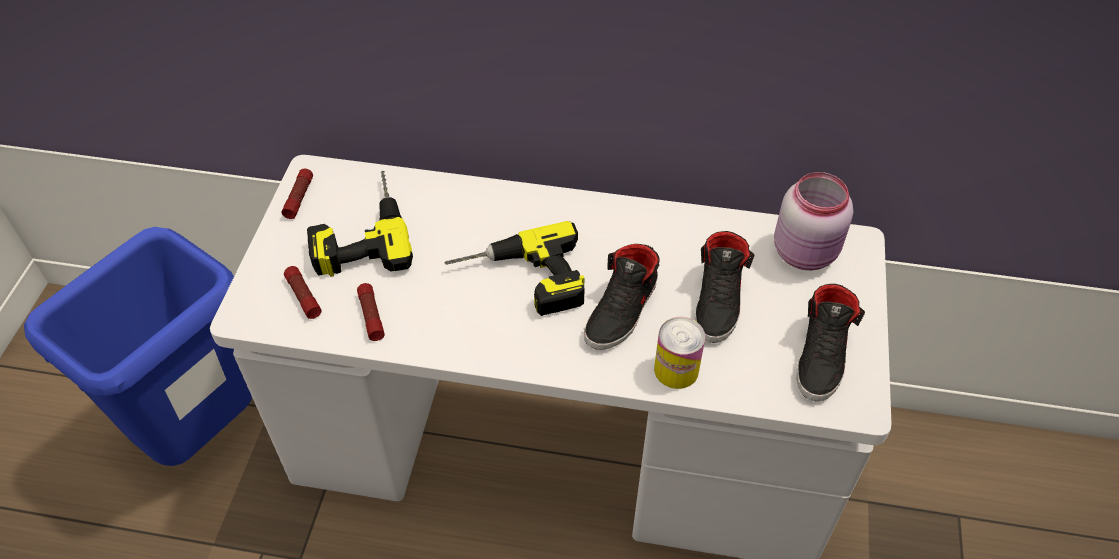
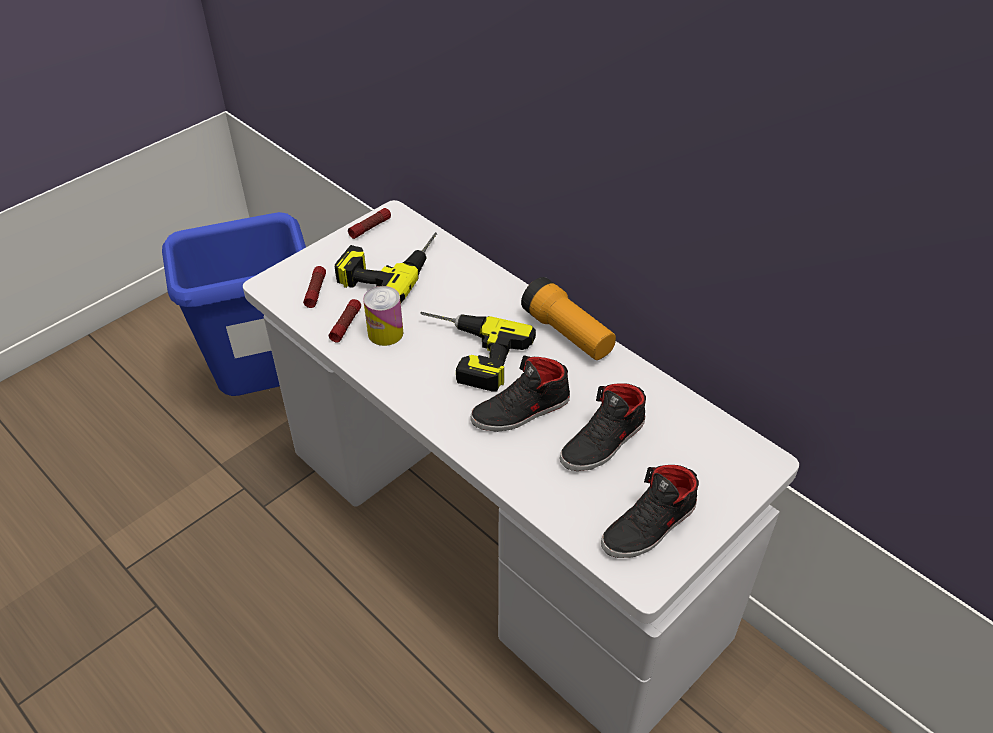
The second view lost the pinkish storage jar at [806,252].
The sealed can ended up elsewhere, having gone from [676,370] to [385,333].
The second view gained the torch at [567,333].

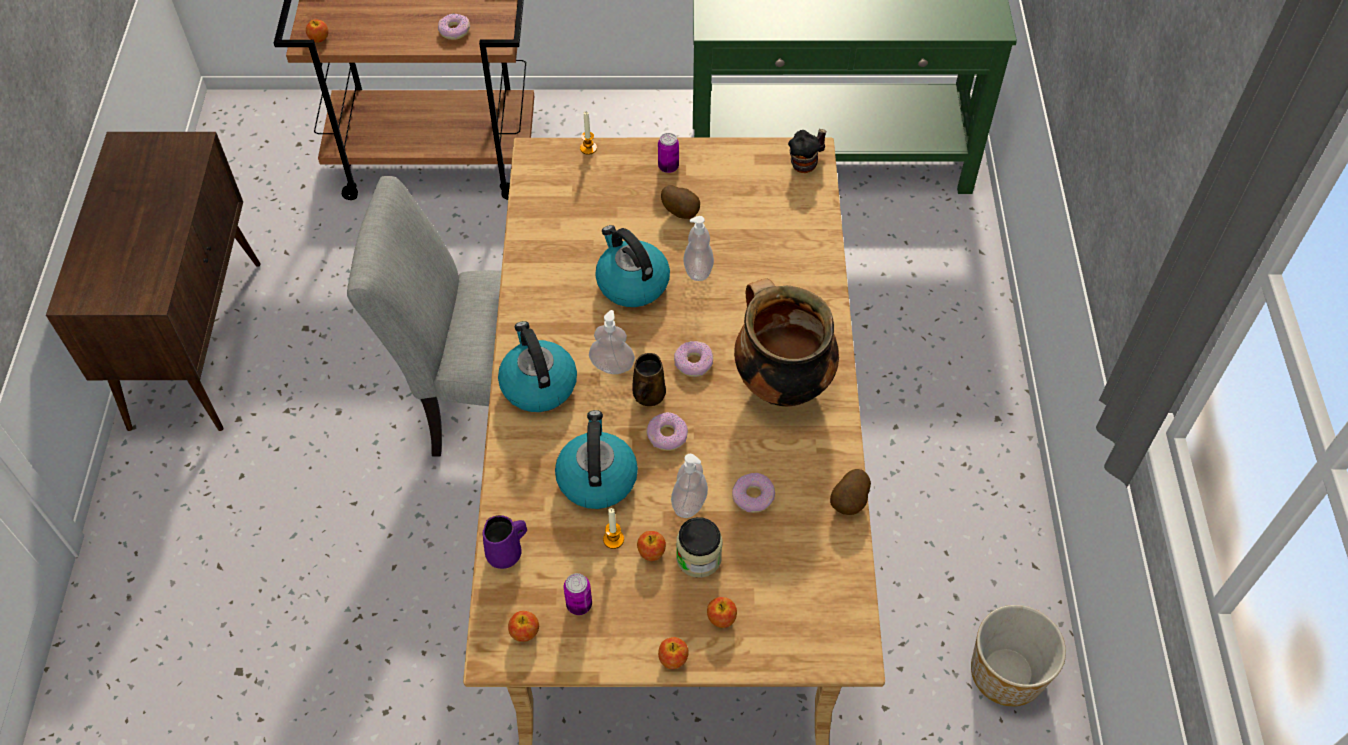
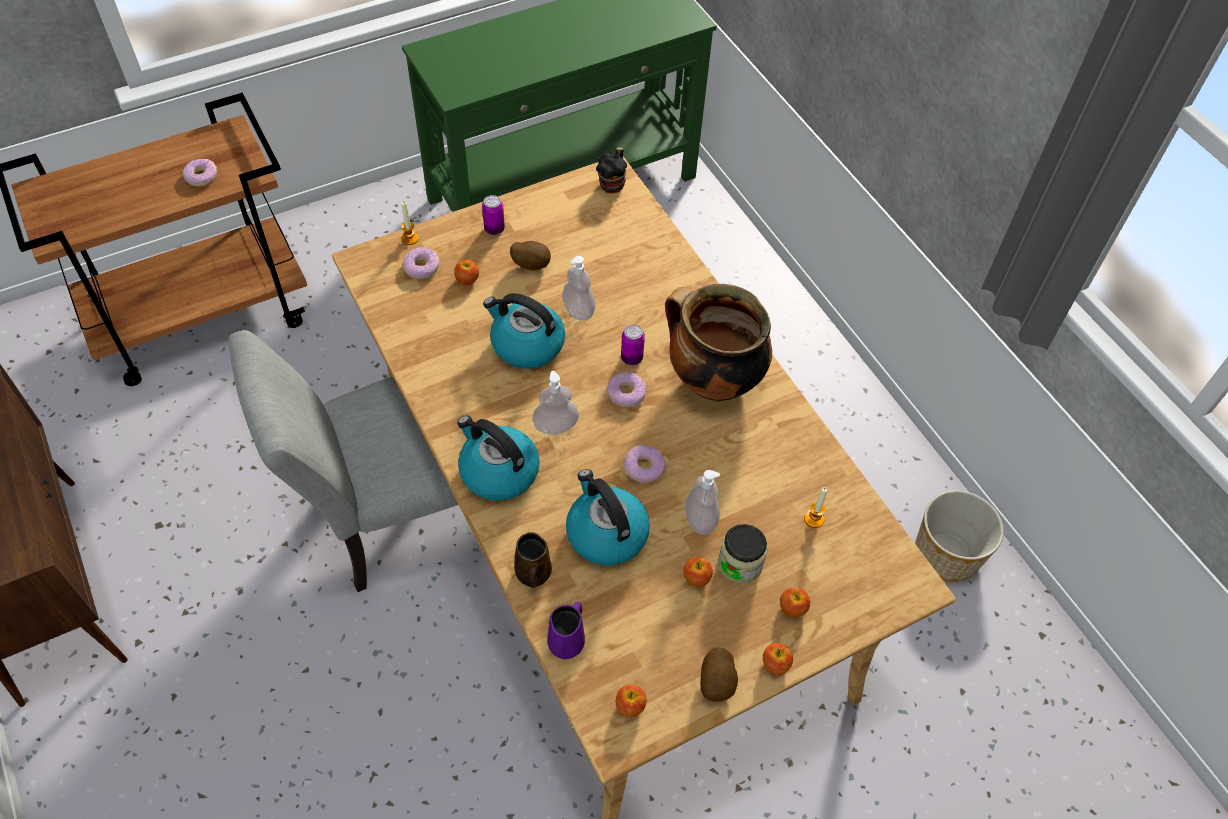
The apple ended up elsewhere, having gone from [319,38] to [467,280].
The brown mug ended up elsewhere, having gone from [648,396] to [533,575].
The whole potato ended up elsewhere, having gone from [849,503] to [717,683].
The donut ended up elsewhere, having gone from [753,496] to [422,267].
The candle ended up elsewhere, having gone from [613,539] to [814,519].
The sealed can ended up elsewhere, having gone from [579,604] to [631,358].

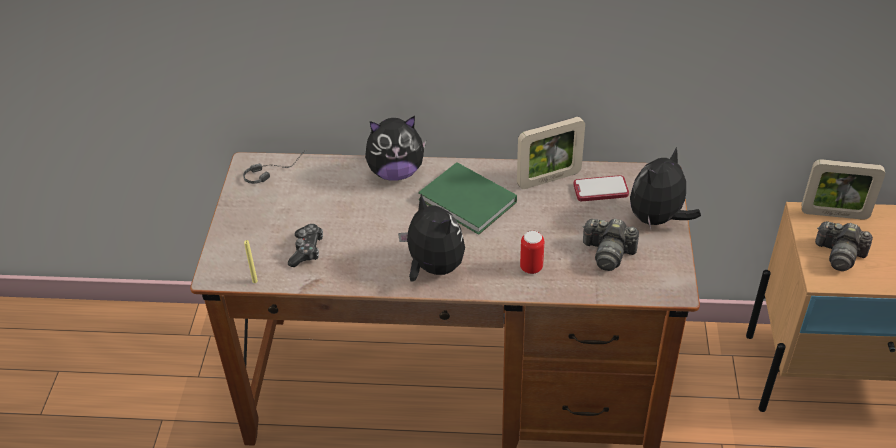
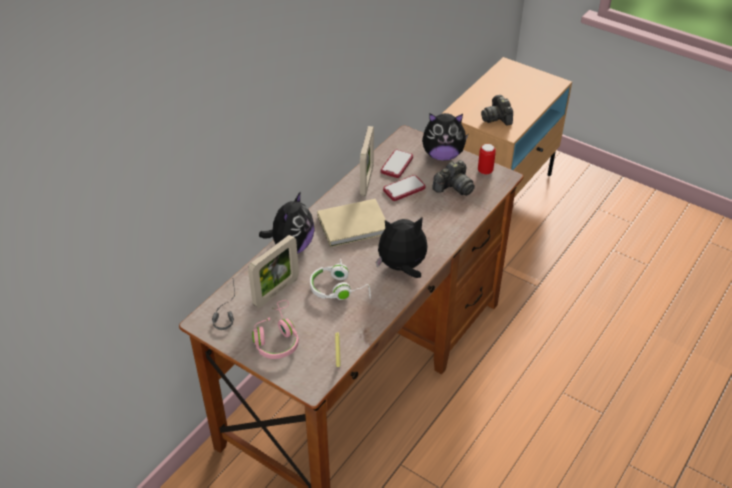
The cuddly toy at [658,219] ended up facing another way, 75 degrees counterclockwise from before.
The standing frame ended up elsewhere, having gone from [834,214] to [276,291].
What was the green-coloured bound book at [468,202] turned into the beige-coloured bound book at [355,225].
The still camera at [839,255] ended up facing another way, 105 degrees clockwise from before.
The second view lost the gamepad at [307,250].
The sealed can ended up elsewhere, having gone from [531,267] to [485,171].
The second view gained the phone at [404,189].
The second view gained the white-coloured headset at [339,289].
The second view gained the pinkish headset at [276,338].

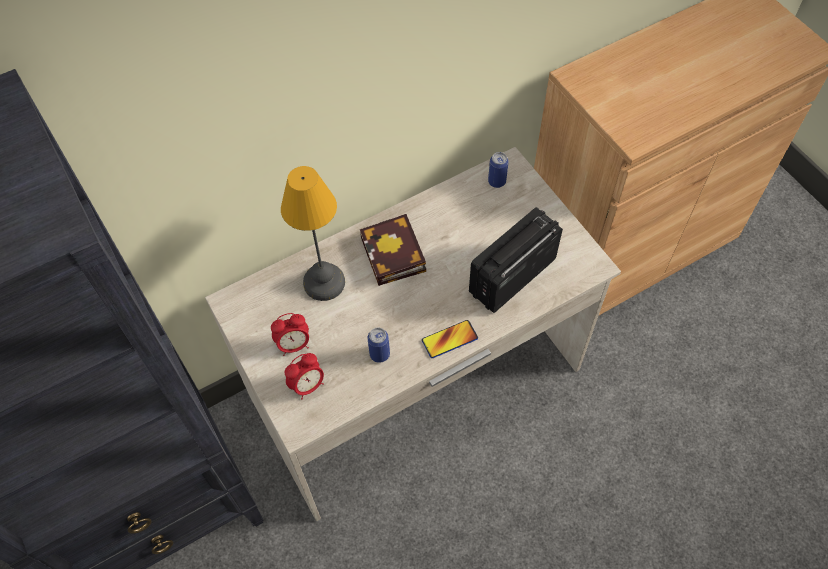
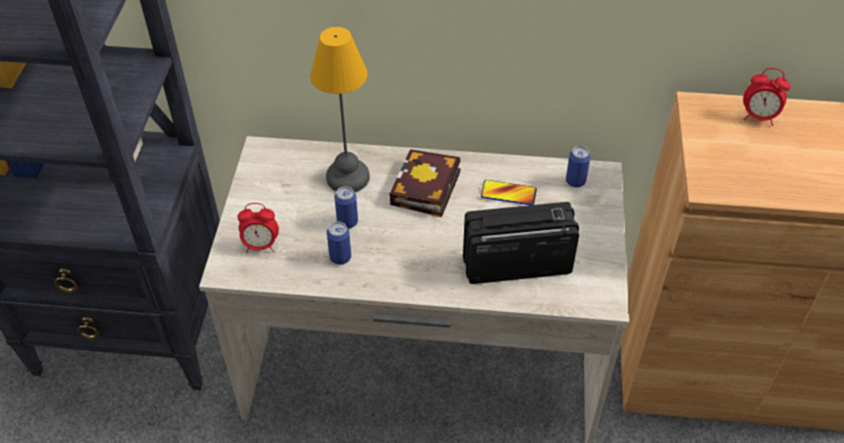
The bedside clock ended up elsewhere, having gone from [294,345] to [758,117].
The phone ended up elsewhere, having gone from [449,339] to [508,193].
The second view gained the sealed can at [347,222].

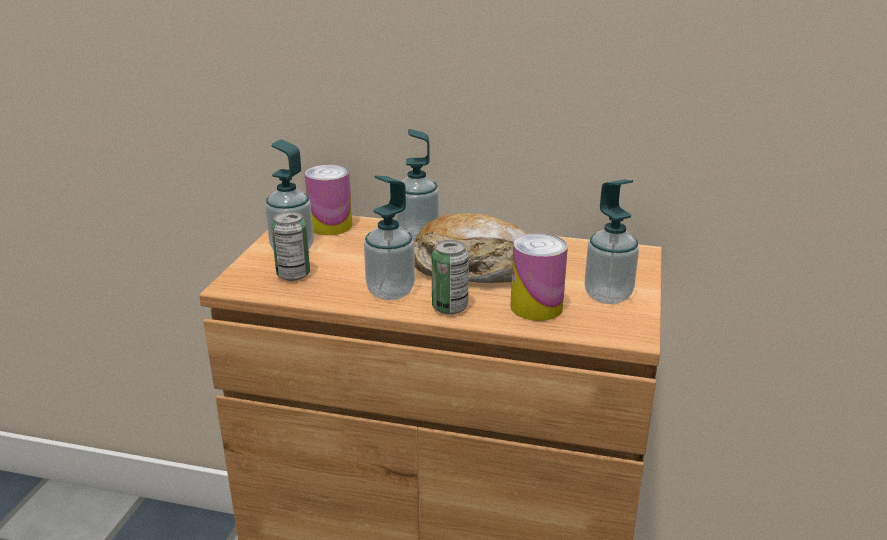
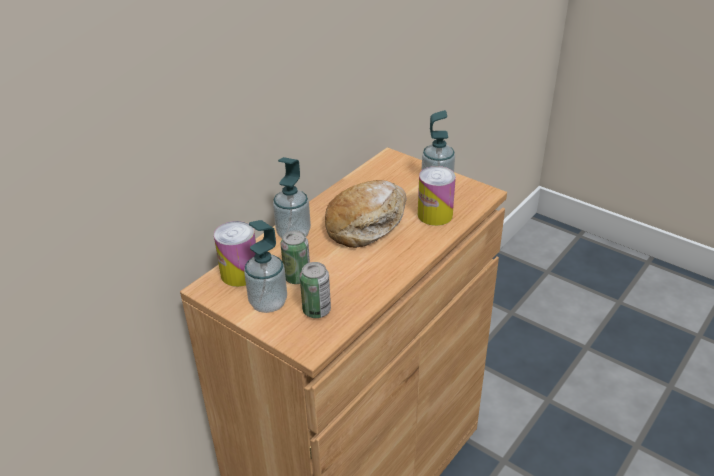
The second view lost the liquid soap bottle at [390,292].
The sealed can ended up elsewhere, having gone from [450,307] to [297,277].

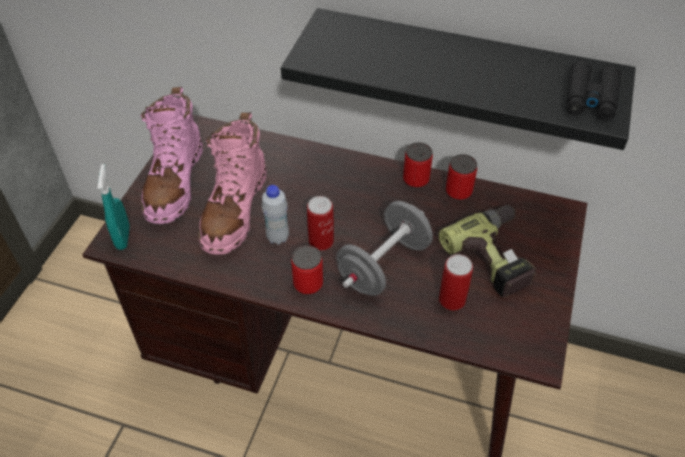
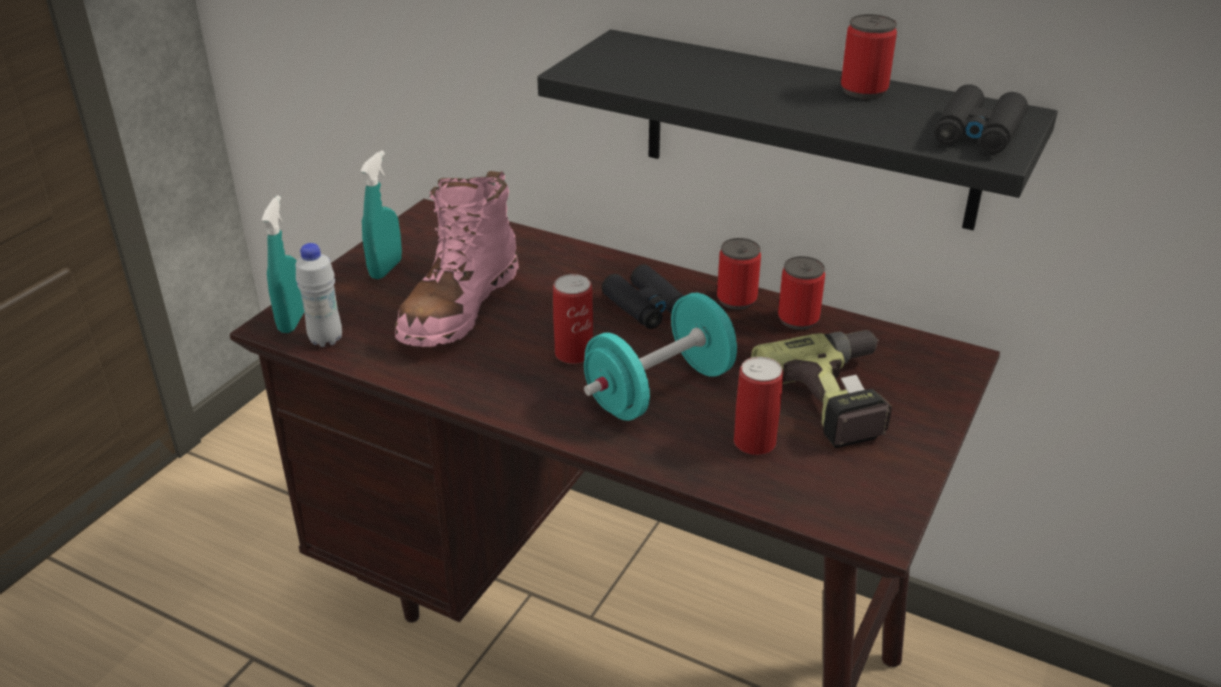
Where the pinkish high-top boot stood at [174,182], the turquoise-coloured hand sprayer came to stand at [386,269].
The white-coloured beverage bottle ended up elsewhere, having gone from [278,238] to [326,339].
What was the grey dumbbell at [383,265] turned into the turquoise-coloured dumbbell at [659,390].
The sealed can ended up elsewhere, having gone from [308,284] to [863,90].
The second view gained the black binoculars at [647,307].

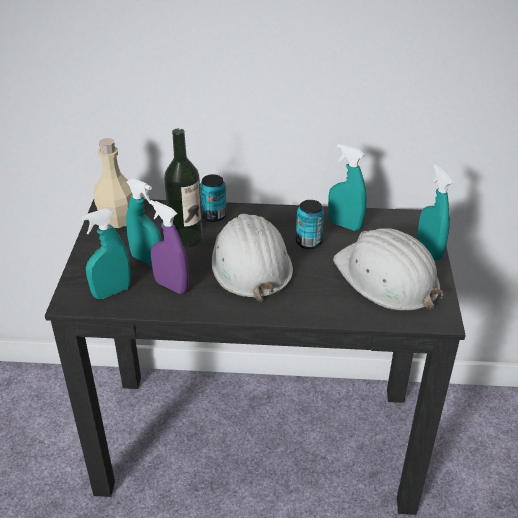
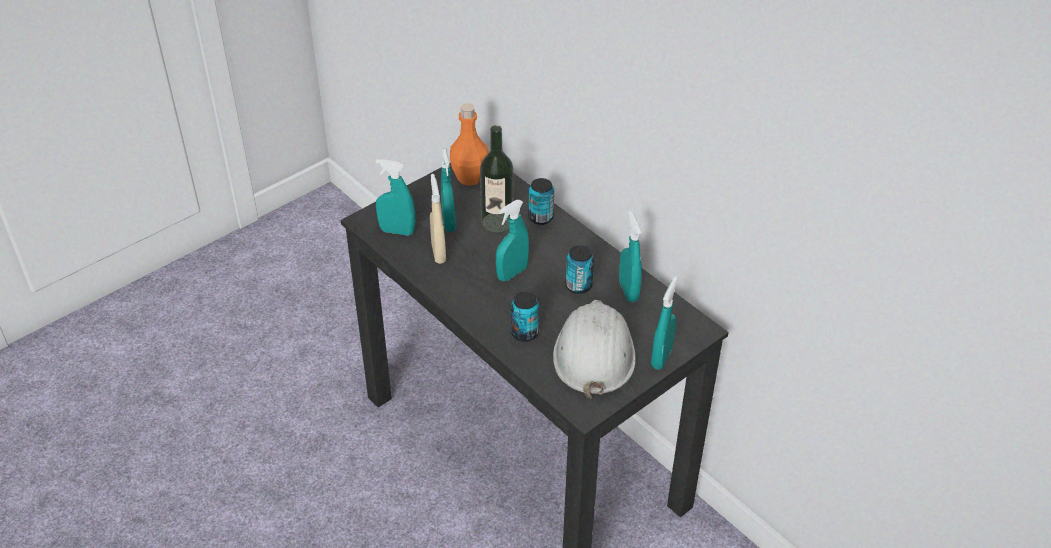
What was the beige-coloured beverage bottle at [118,220] turned into the orange beverage bottle at [469,178].
What was the purplish hand sprayer at [171,286] turned into the beige-coloured hand sprayer at [438,253].
Where the white-coloured safety helmet stood at [250,264], the turquoise-coloured hand sprayer came to stand at [512,273].
The second view gained the sealed can at [524,333].

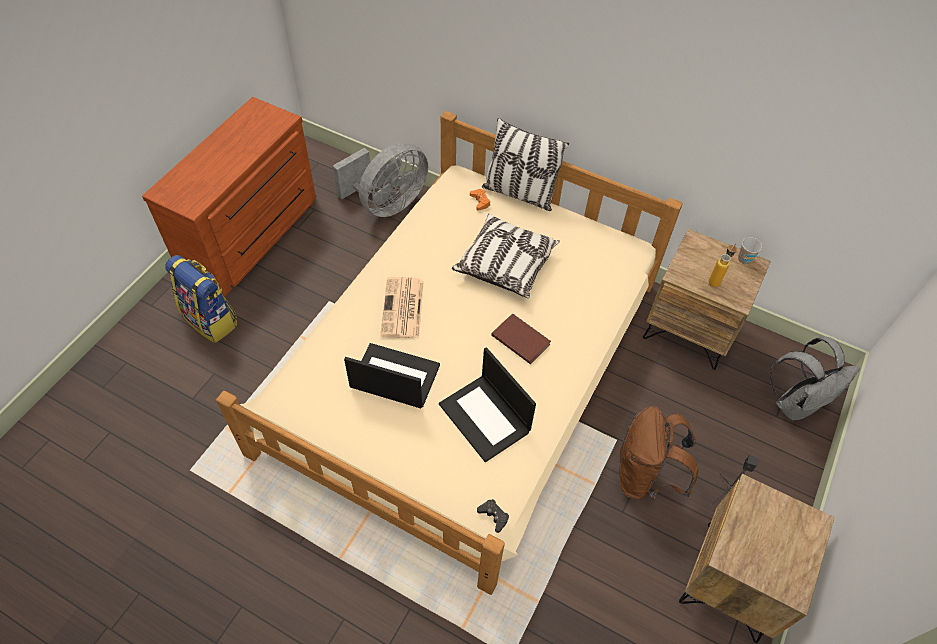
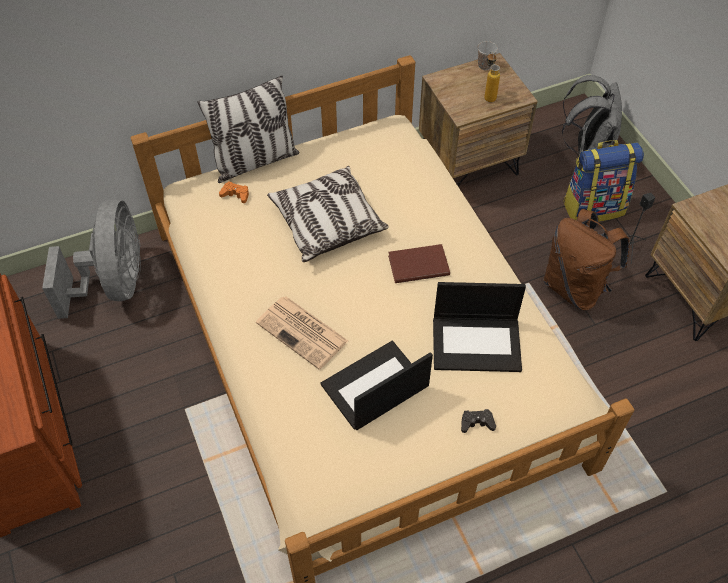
The rucksack ended up elsewhere, having gone from [211,320] to [593,207].
The black gamepad ended up elsewhere, having gone from [493,516] to [476,423].

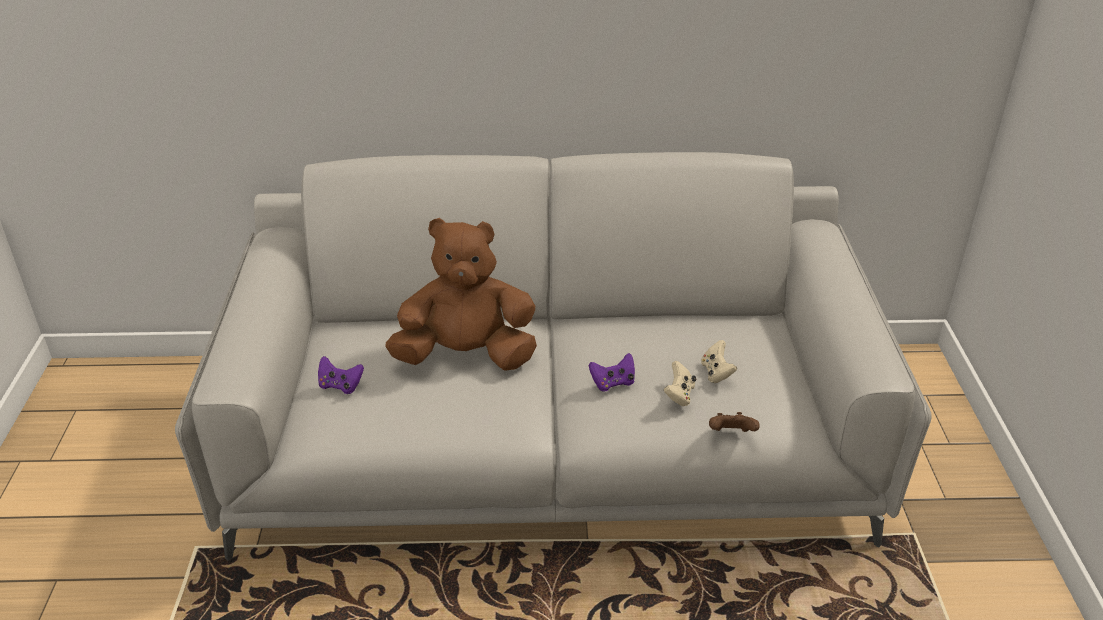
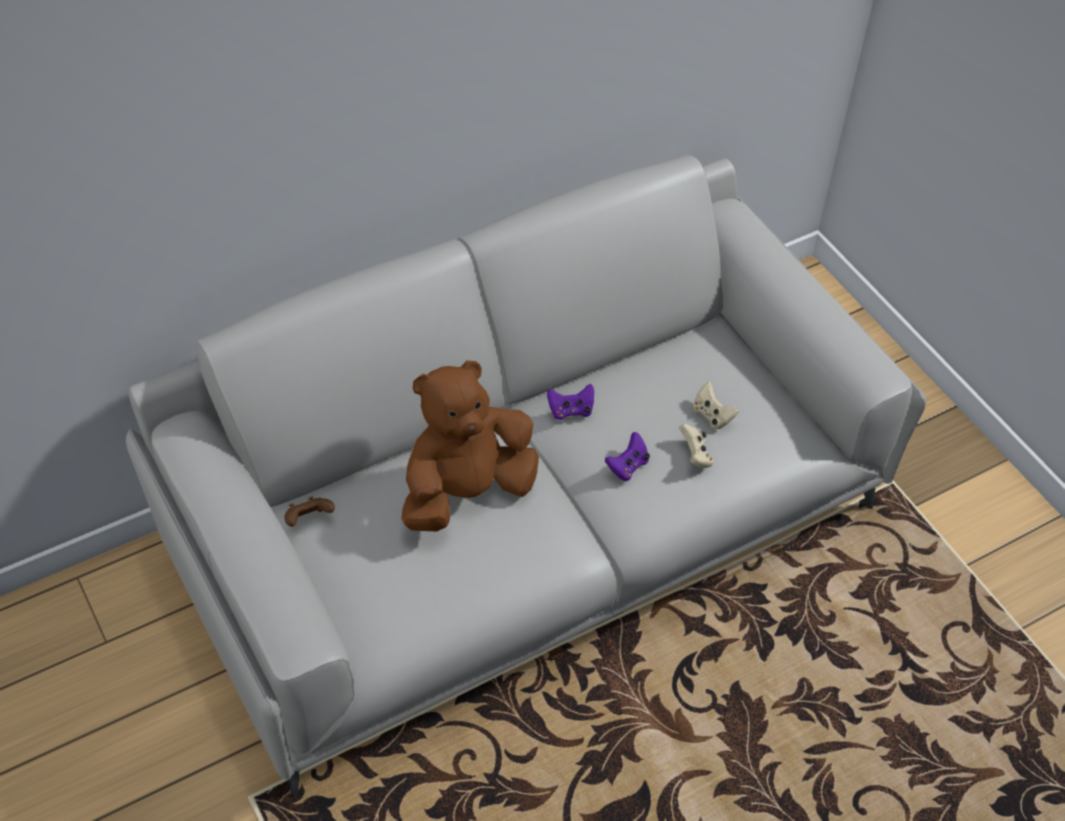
The purplish gamepad ended up elsewhere, having gone from [340,386] to [570,410].
The brown gamepad ended up elsewhere, having gone from [731,435] to [309,519].

